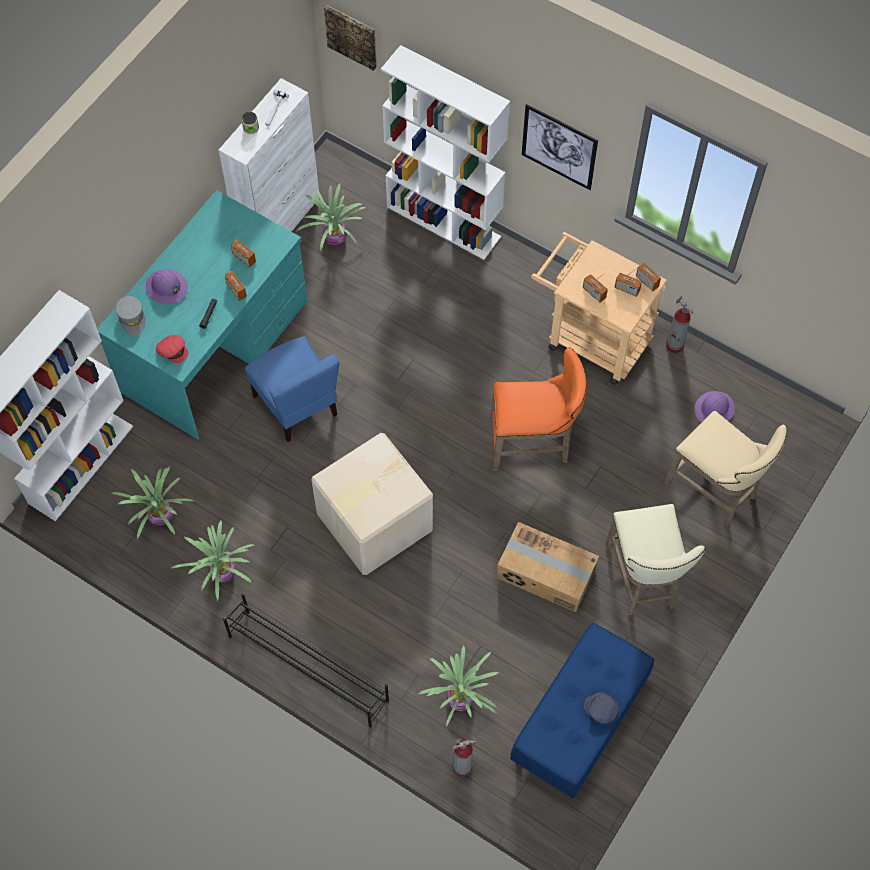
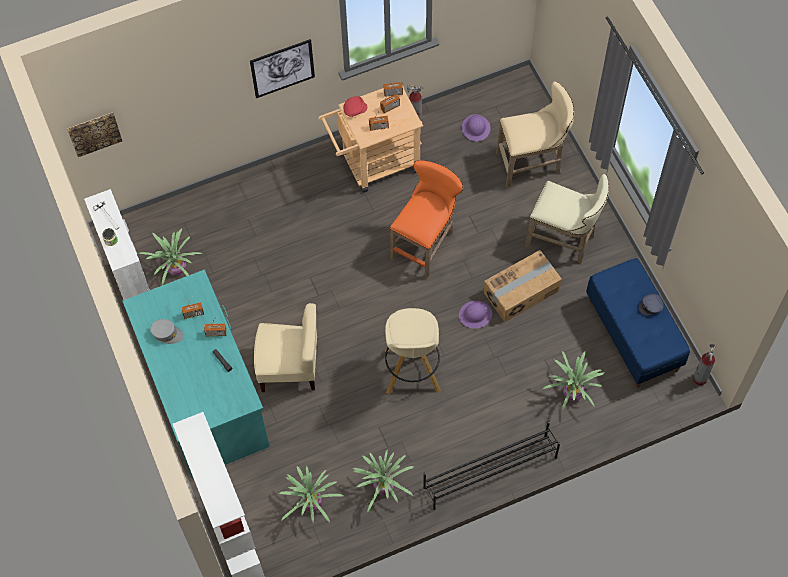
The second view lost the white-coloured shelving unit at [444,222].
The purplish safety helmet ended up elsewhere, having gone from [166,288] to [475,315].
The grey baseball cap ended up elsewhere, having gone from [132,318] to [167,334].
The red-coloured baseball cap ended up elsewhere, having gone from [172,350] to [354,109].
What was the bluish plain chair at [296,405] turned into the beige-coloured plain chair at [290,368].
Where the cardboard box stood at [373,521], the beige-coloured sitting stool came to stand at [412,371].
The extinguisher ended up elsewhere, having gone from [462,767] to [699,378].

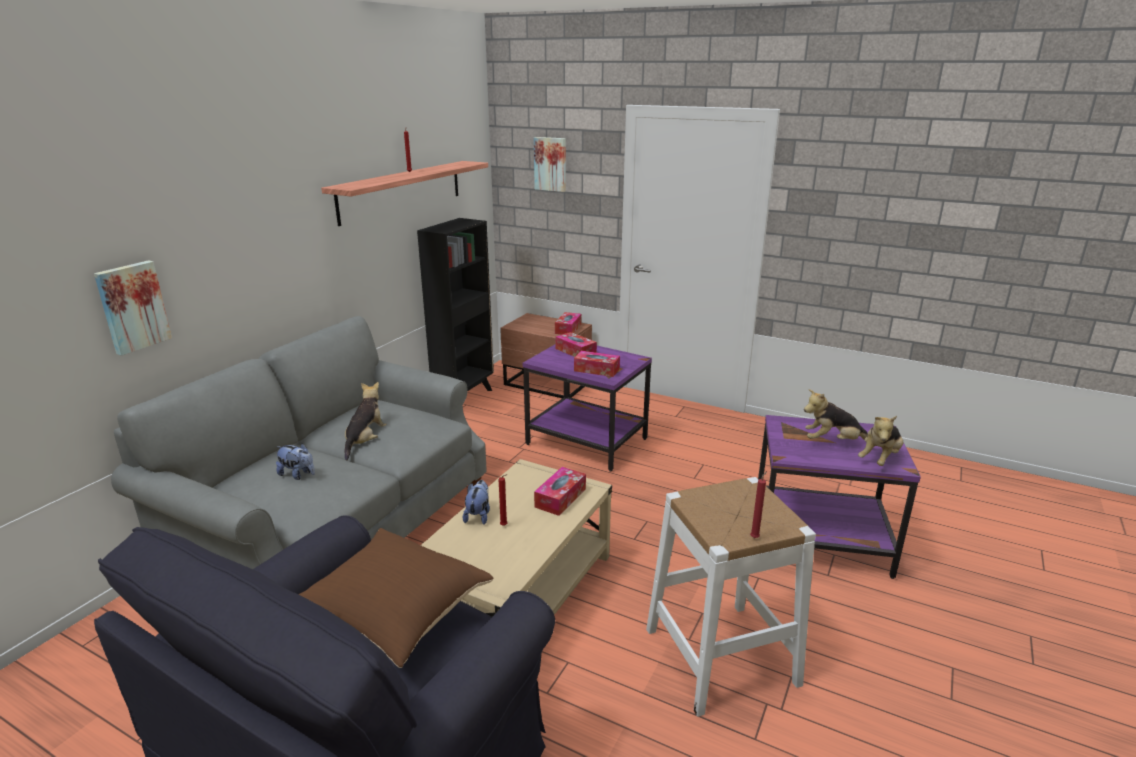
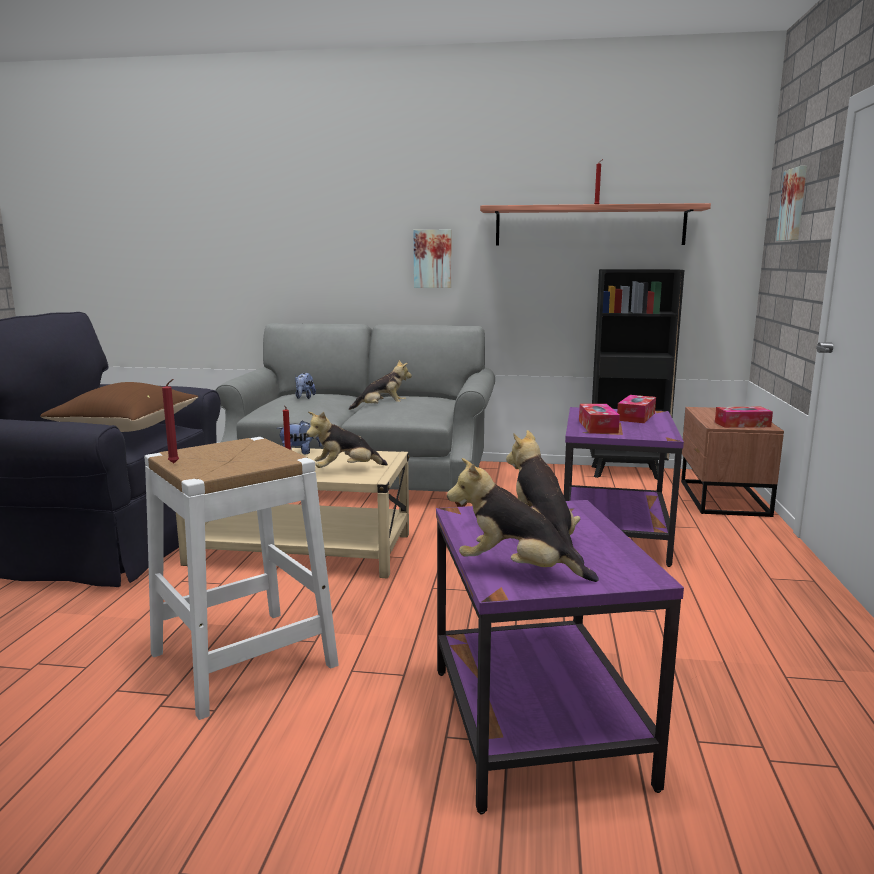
The picture ended up elsewhere, having gone from [132,306] to [432,259].
Where the tissue box stood at [560,498], the cuddly toy came to stand at [345,470].

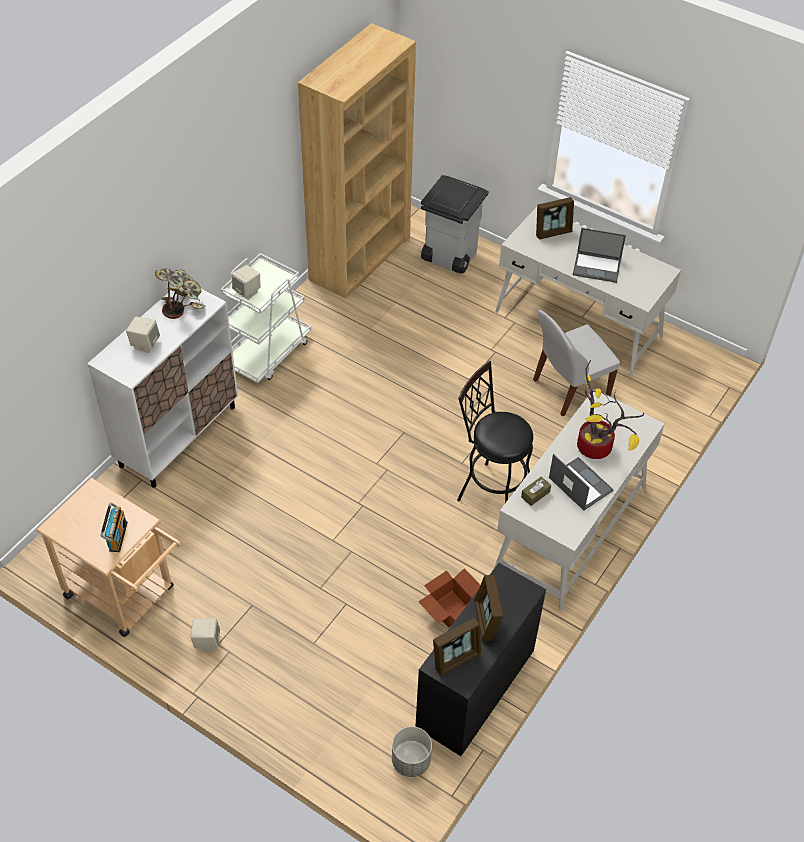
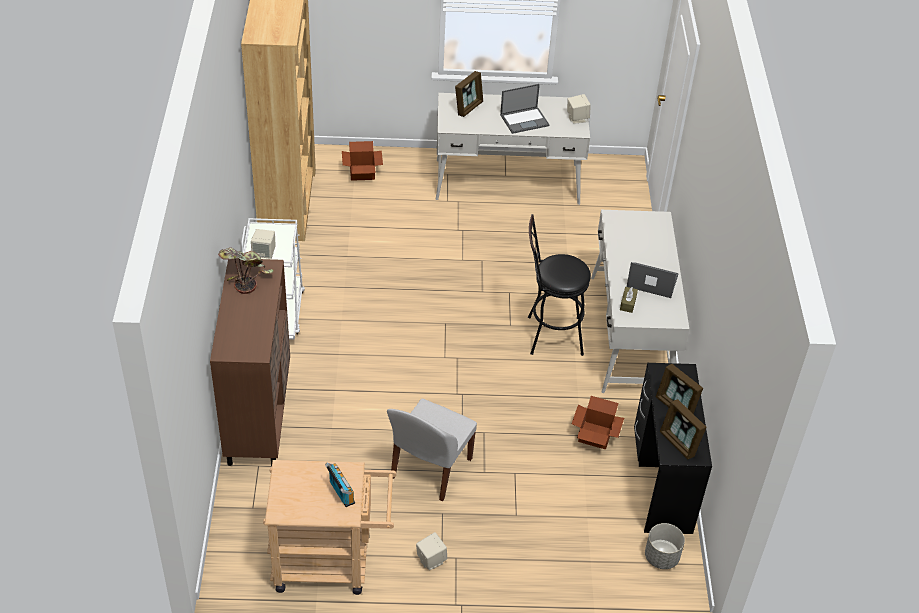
Where the grey waste bin stood at [448,257], the cardboard box came to stand at [361,173].
What was the white-coloured cupboard at [178,436] turned into the brown cupboard at [258,415].
The white-coloured plain chair ended up elsewhere, having gone from [569,389] to [430,470].
The beige-coloured loudspeaker ended up elsewhere, having gone from [145,344] to [577,118].
The second view lost the plant in a pot at [597,447].
The standing frame at [456,658] ended up facing another way, 120 degrees clockwise from before.

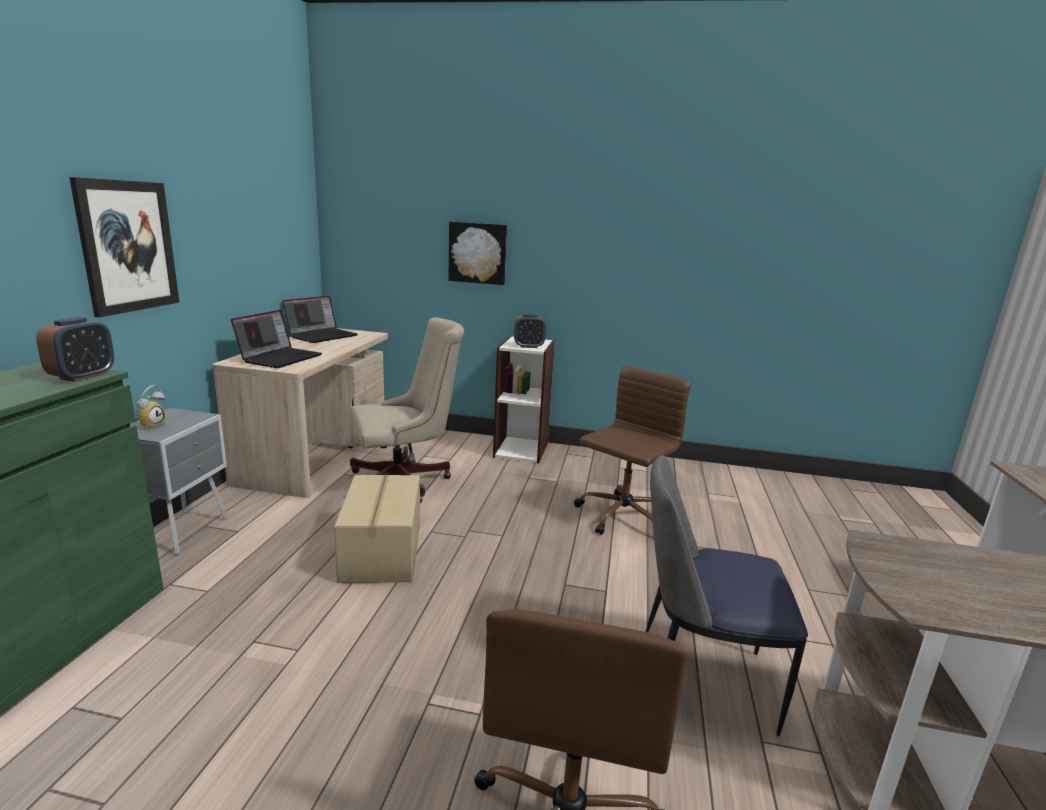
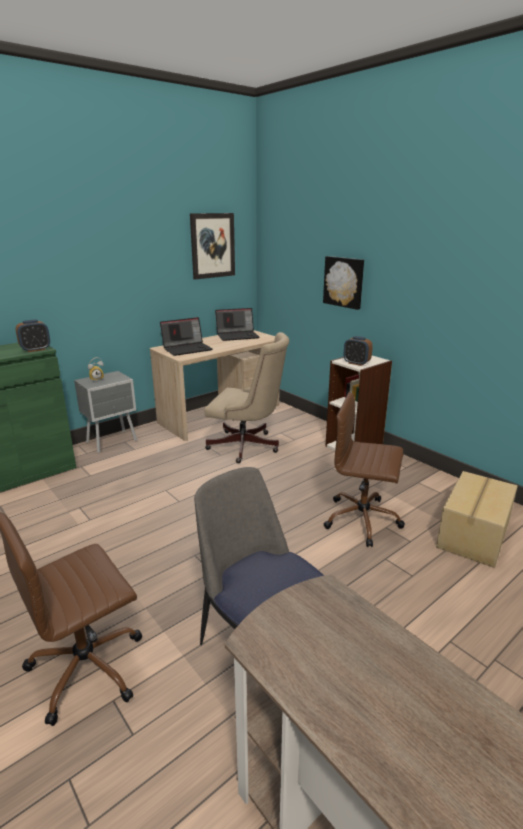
The picture ended up elsewhere, having gone from [128,246] to [212,245].
The brown desk chair at [621,517] ended up facing another way, 150 degrees counterclockwise from before.
The cardboard box ended up elsewhere, having gone from [380,551] to [472,534].

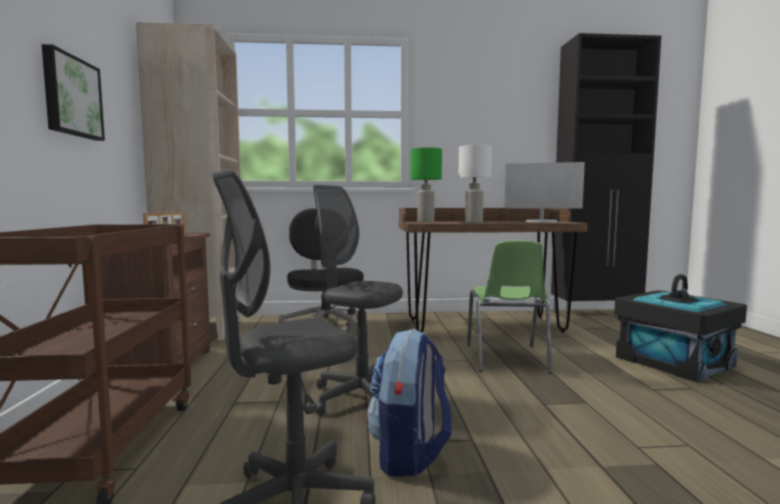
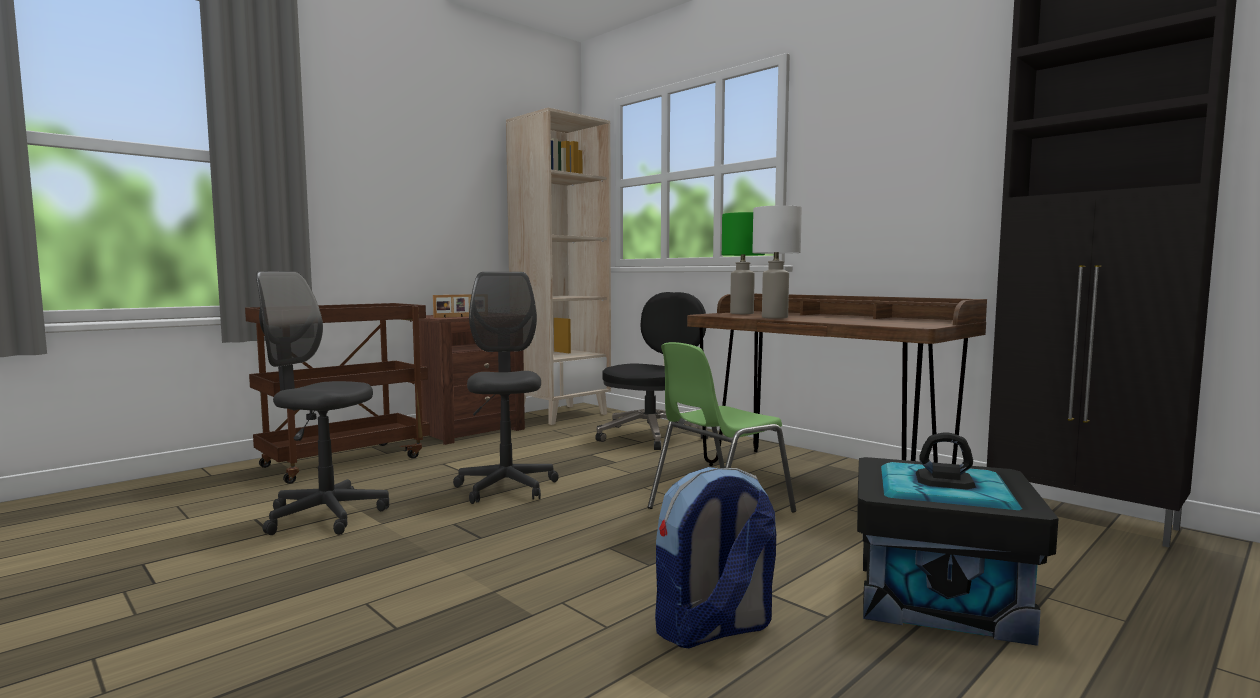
The second view lost the picture at [71,96].
The second view lost the computer screen at [541,221].
The rucksack ended up elsewhere, having gone from [409,454] to [713,629].

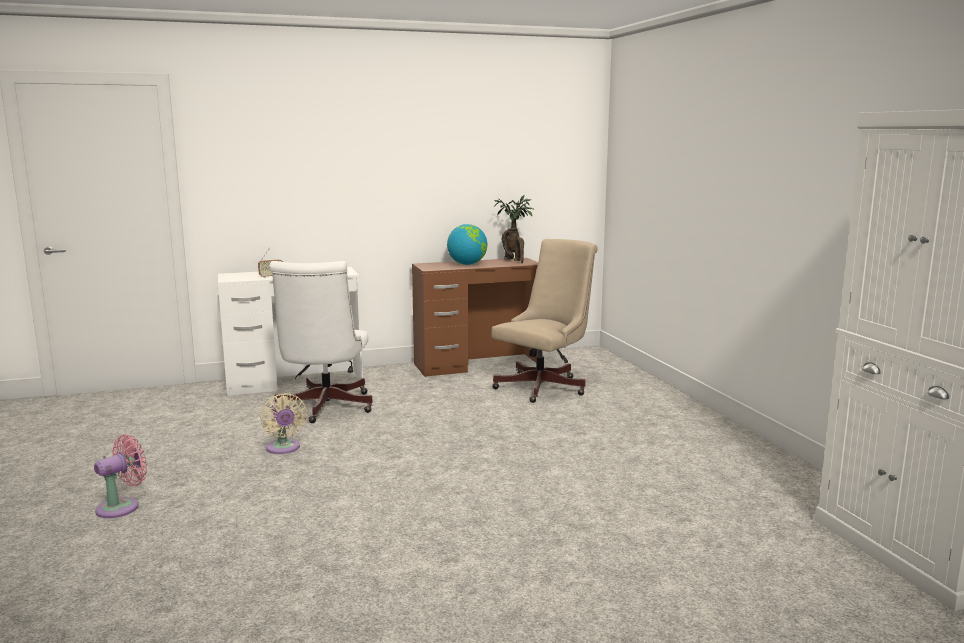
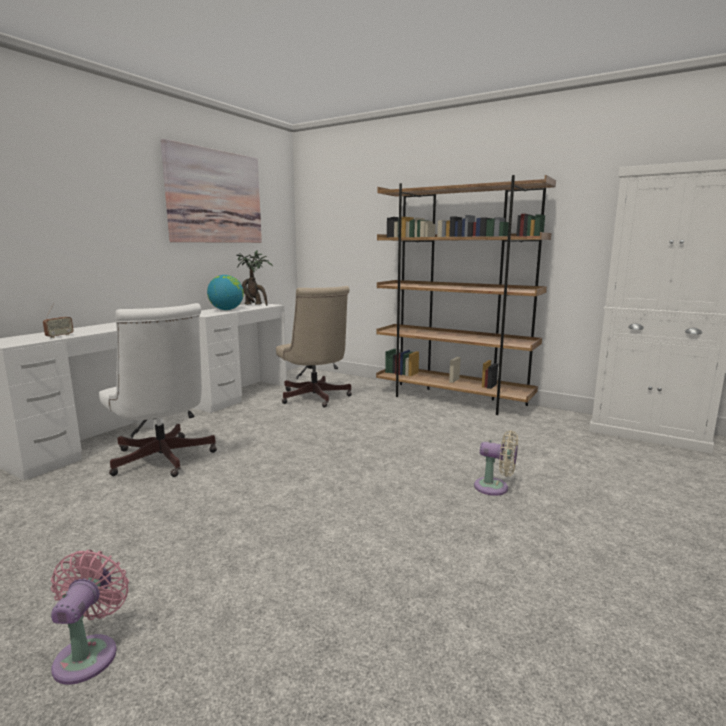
The beige-coloured desk chair at [545,386] ended up facing another way, 150 degrees clockwise from before.
What was the brown desk table at [478,364] turned into the white-coloured desk table at [238,395].
The beige-coloured fan ended up elsewhere, having gone from [283,449] to [495,488].
The second view gained the picture at [215,197].
The second view gained the brown shelving unit at [452,399].

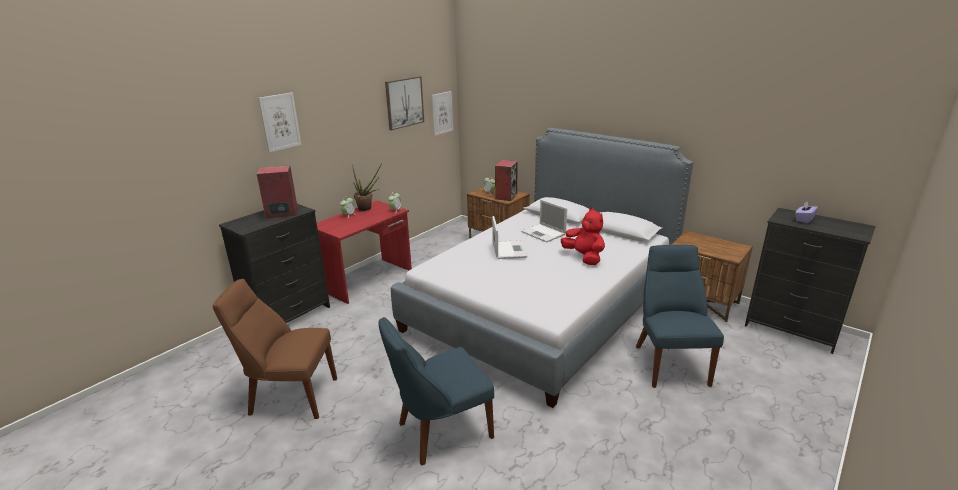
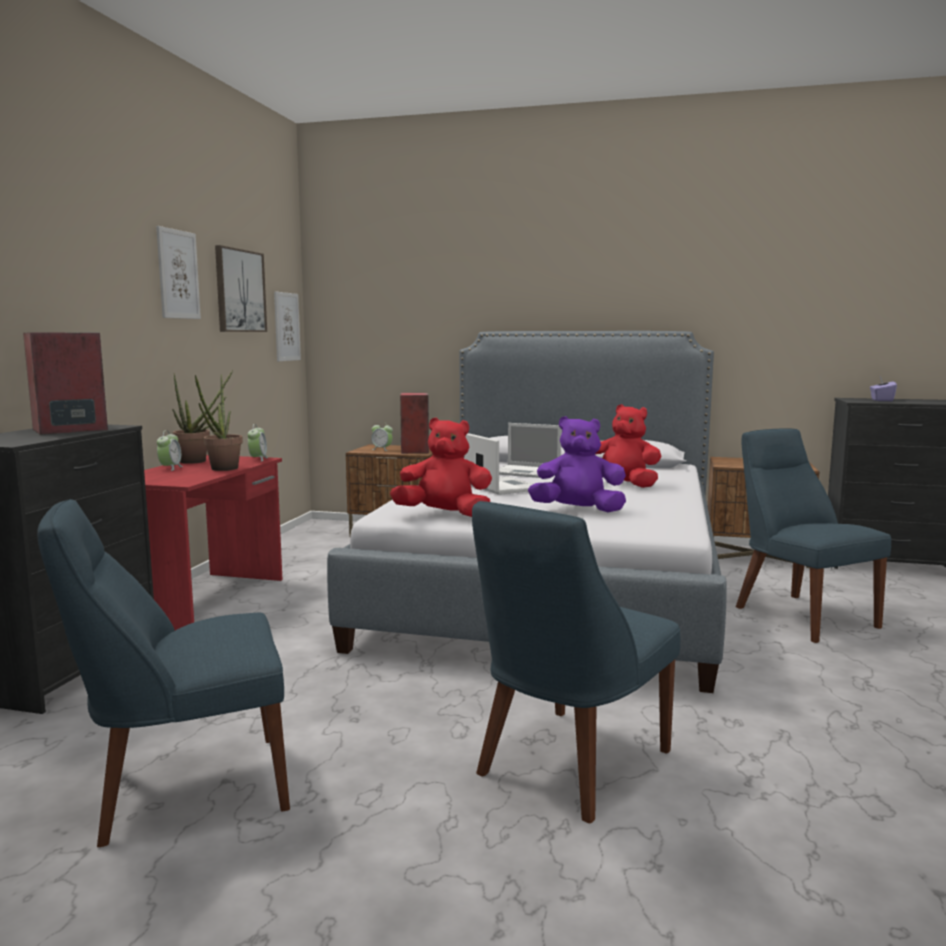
The picture ended up elsewhere, having gone from [280,122] to [178,274].
What was the brown plain chair at [290,396] turned into the bluish plain chair at [184,790].
The second view gained the plant in a pot at [221,469].
The second view gained the purplish cuddly toy at [578,510].
The second view gained the red-coloured cuddly toy at [444,515].

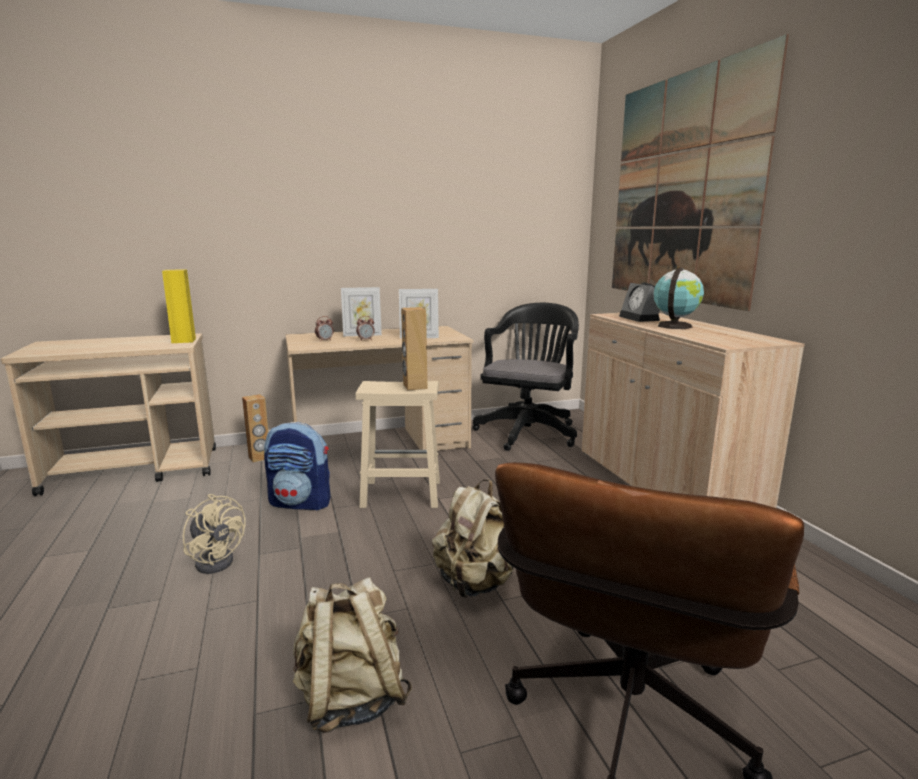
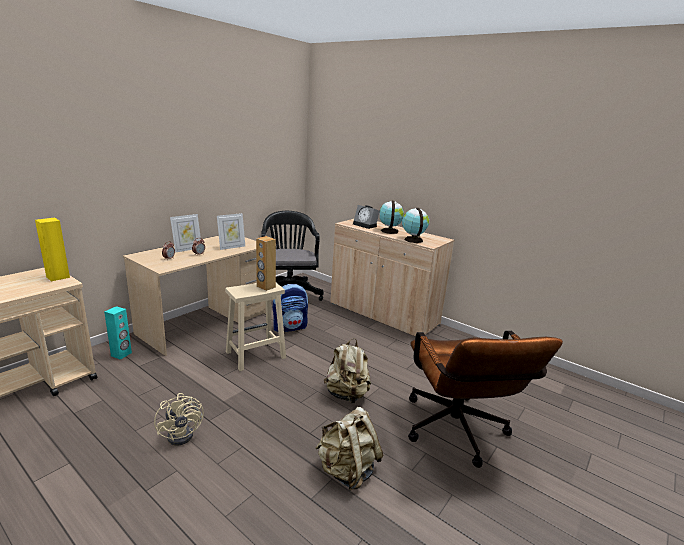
The second view lost the picture at [682,189].
What was the brown loudspeaker at [259,458] turned into the turquoise-coloured loudspeaker at [121,354].
The rucksack ended up elsewhere, having gone from [301,503] to [290,327].
The beige-coloured fan at [217,559] ended up facing another way, 60 degrees clockwise from before.
The second view gained the desk globe at [413,240].

